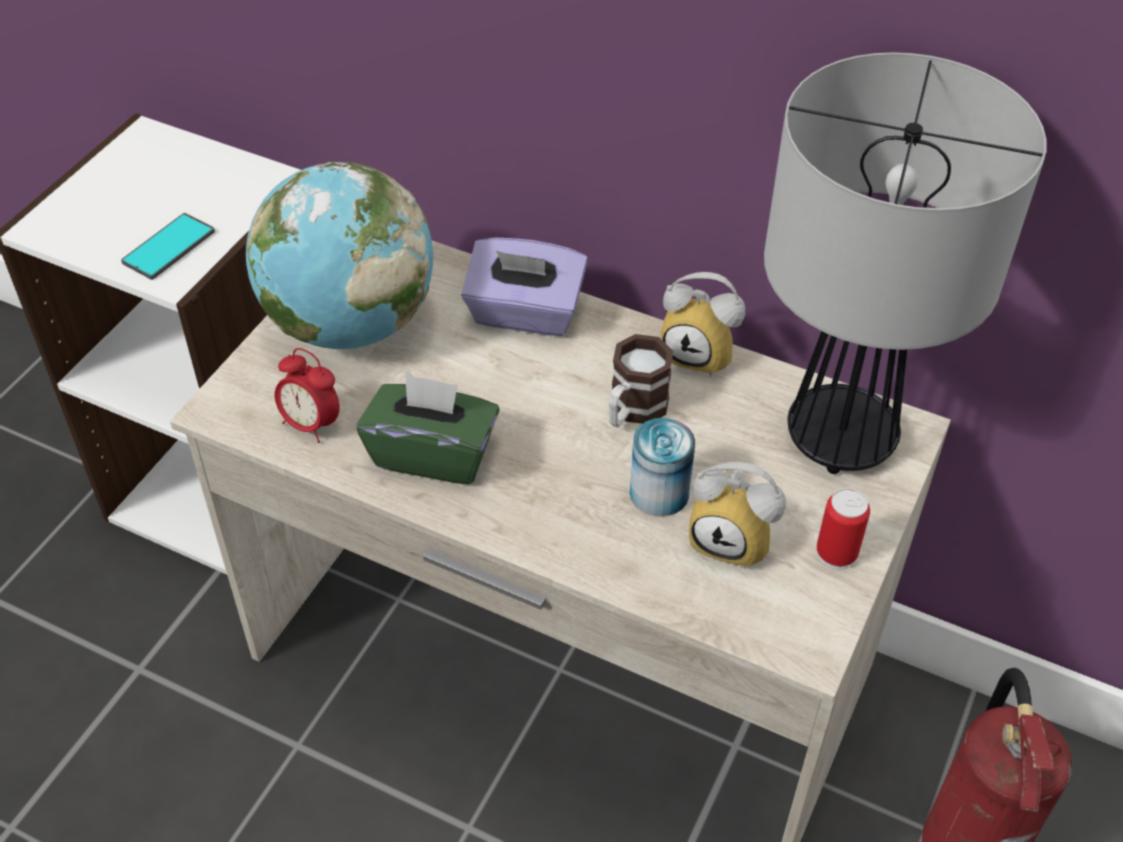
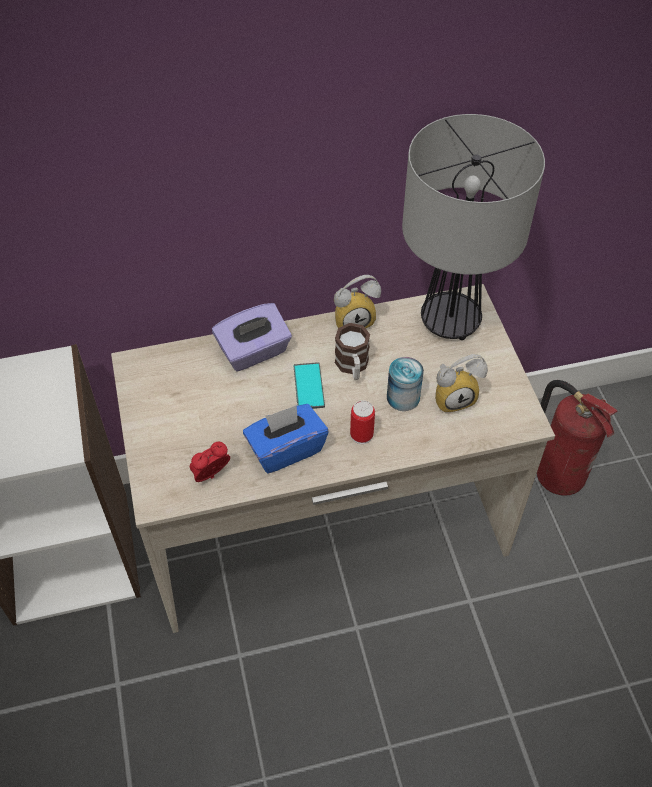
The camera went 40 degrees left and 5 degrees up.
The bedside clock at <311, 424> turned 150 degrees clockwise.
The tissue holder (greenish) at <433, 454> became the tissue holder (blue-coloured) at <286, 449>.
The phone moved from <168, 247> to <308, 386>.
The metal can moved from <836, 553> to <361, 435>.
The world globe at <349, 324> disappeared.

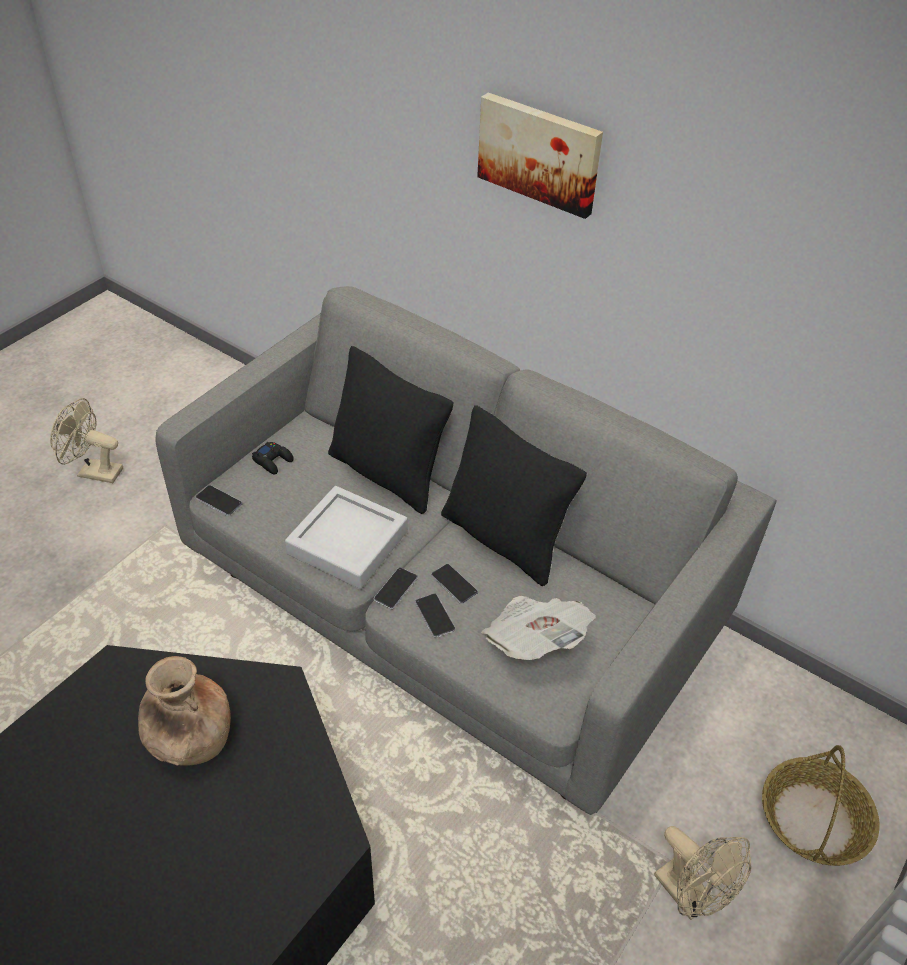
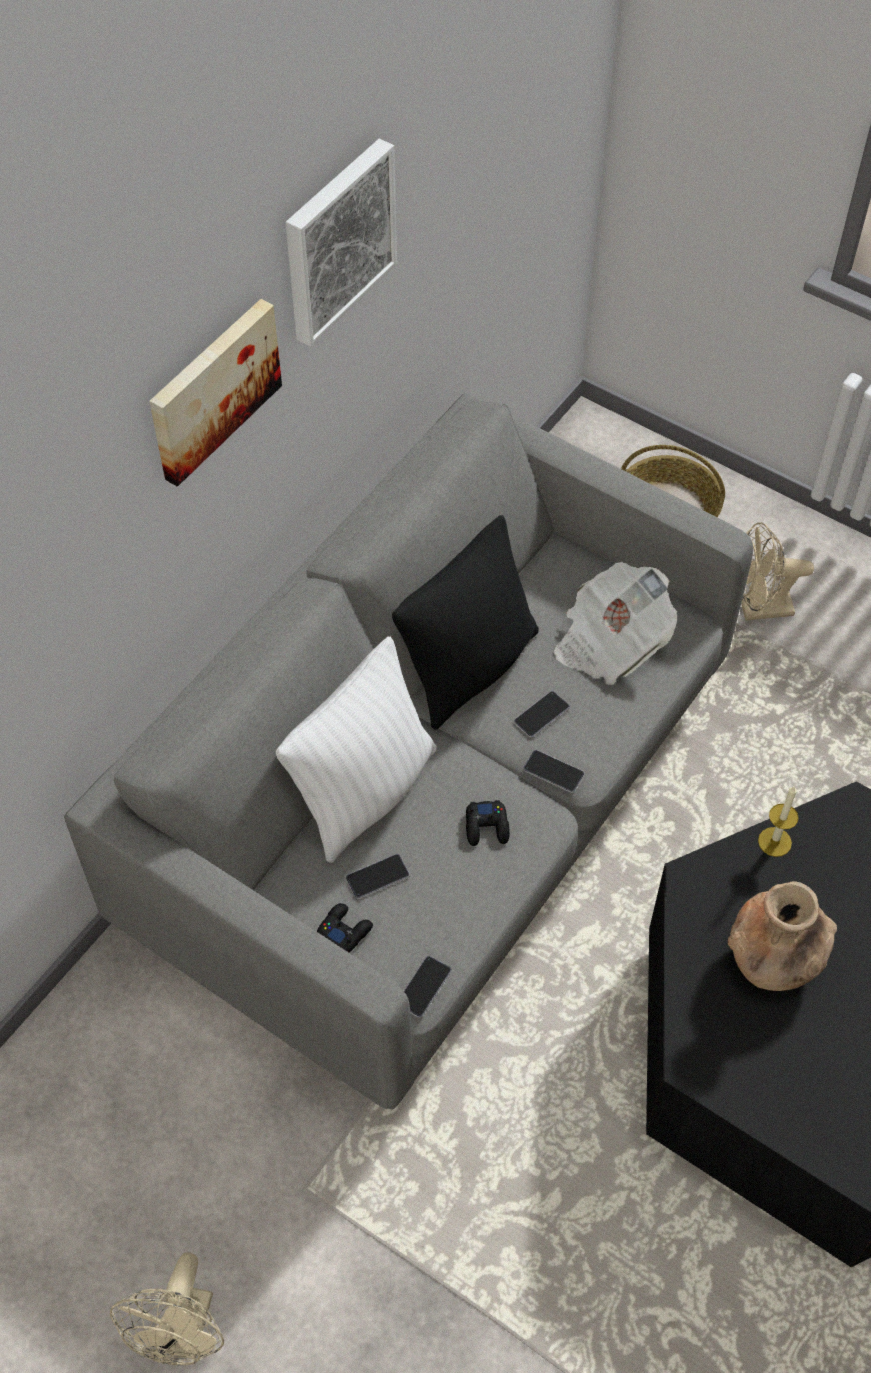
The camera went 90 degrees left and 10 degrees up.
The throw pillow (black-coloured) at <387, 474> became the throw pillow (white) at <365, 792>.
The wall picture at <337, 240> appeared.
The phone moved from <435, 616> to <377, 877>.
The serving tray (greyish) at <348, 542> was replaced by the game controller (black-coloured) at <487, 827>.
The electric fan (beige) at <690, 896> turned 150 degrees counterclockwise.
The wax candle at <774, 842> appeared.

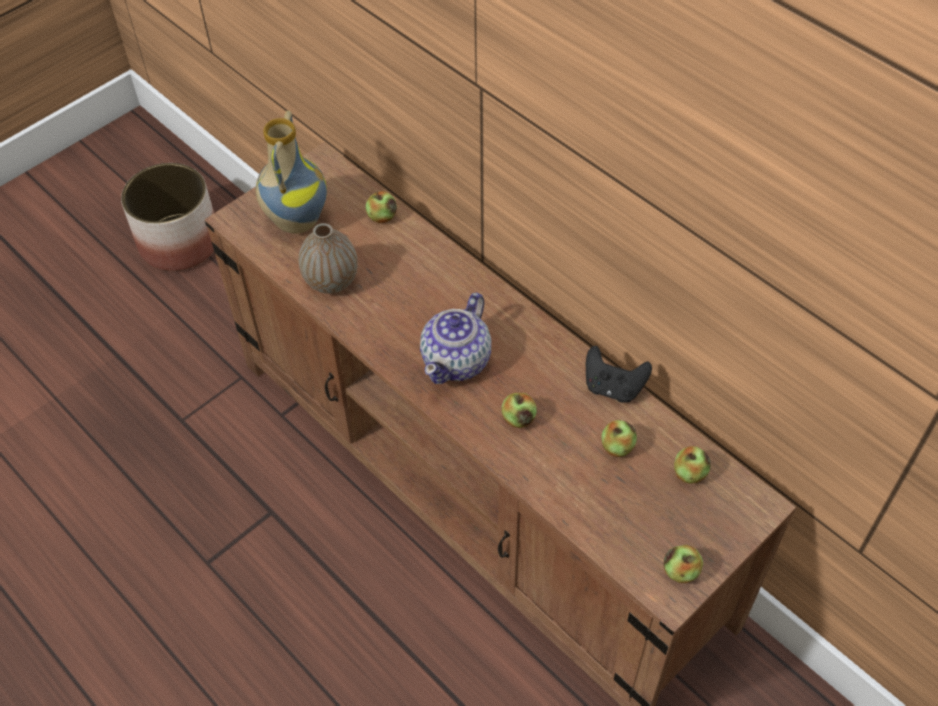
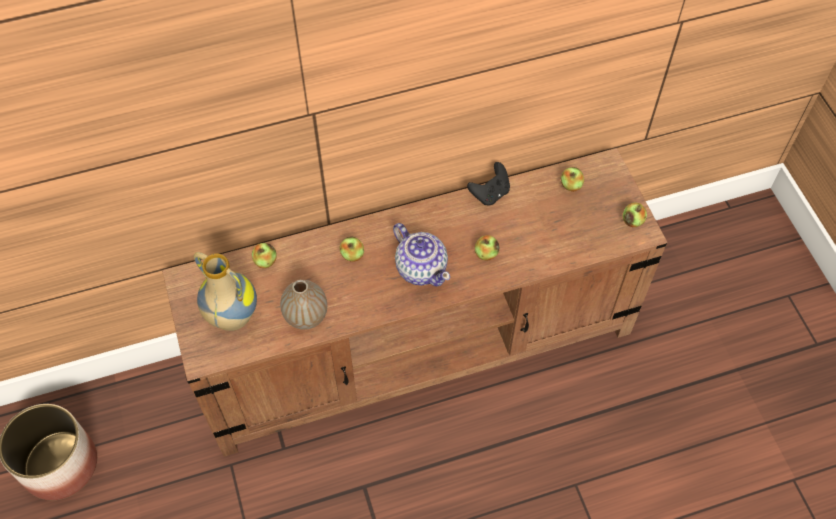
The camera went 65 degrees left and 5 degrees up.
The whole apple moved from <617, 447> to <352, 255>.

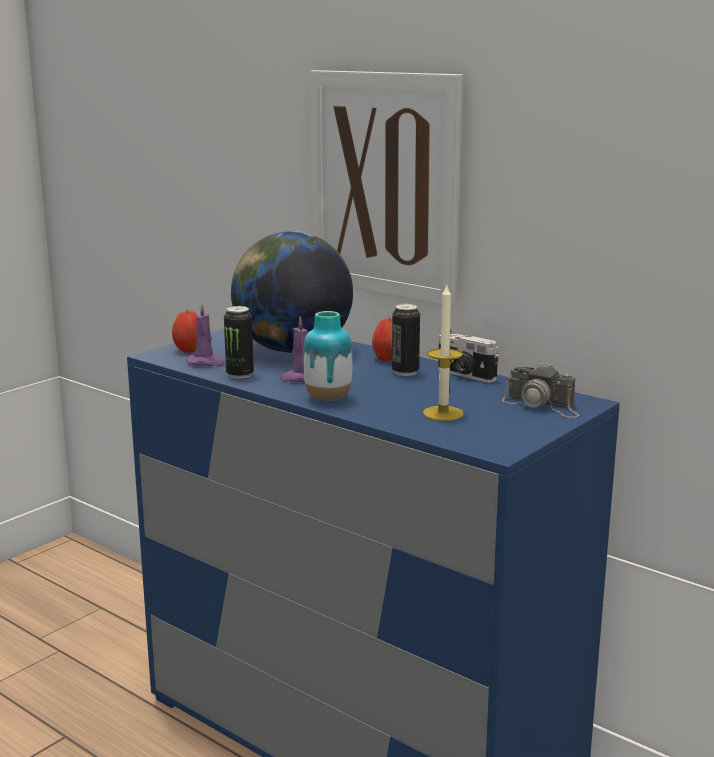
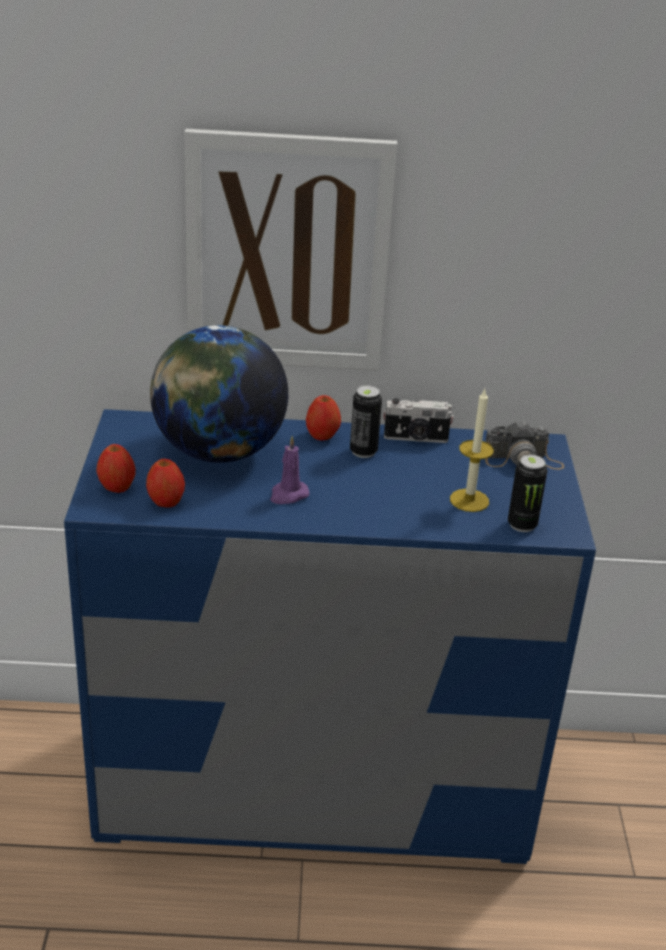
The camera went 40 degrees left and 15 degrees up.
The wax candle (purplish) at <206, 362> was replaced by the whole apple at <165, 502>.
The metal can moved from <240, 375> to <522, 524>.
The flower vase at <328, 398> disappeared.

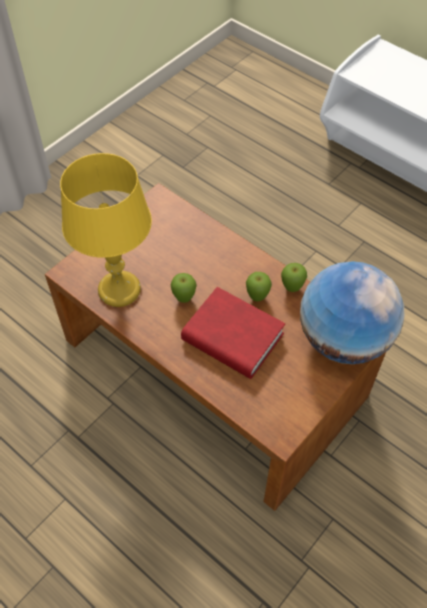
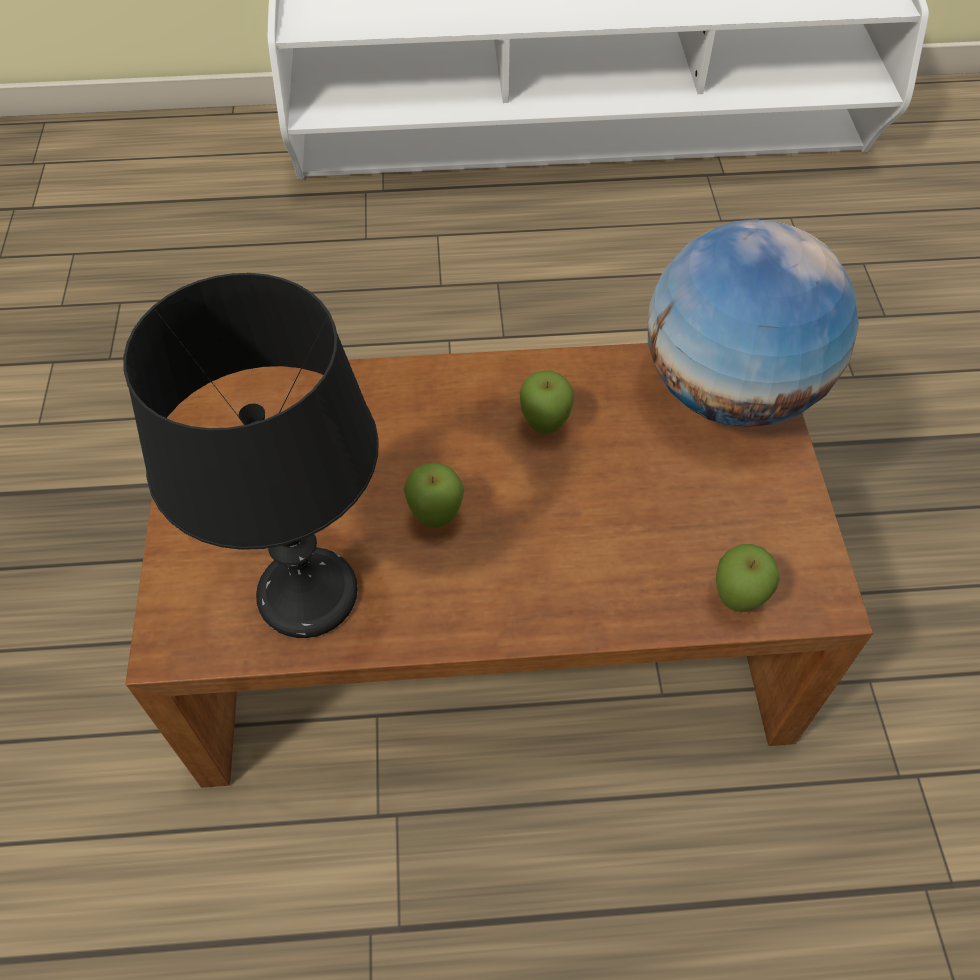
The camera went 45 degrees left and 0 degrees up.
The table lamp (yellowish) at <120, 289> became the table lamp (black-coloured) at <308, 593>.
The whole apple moved from <292, 288> to <736, 601>.
The book (red) at <232, 337> disappeared.

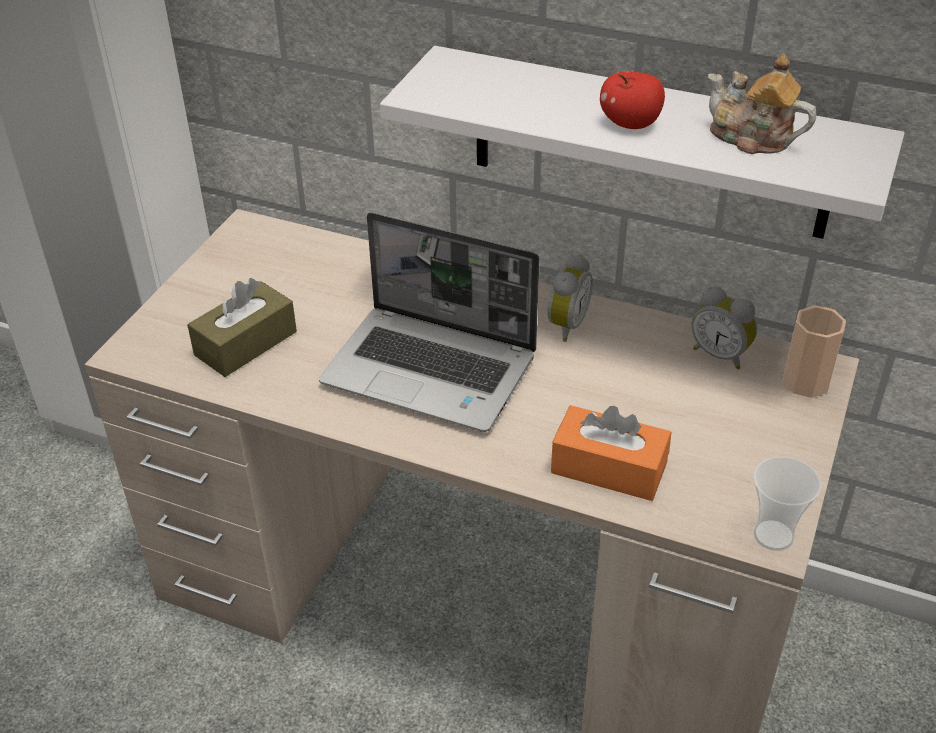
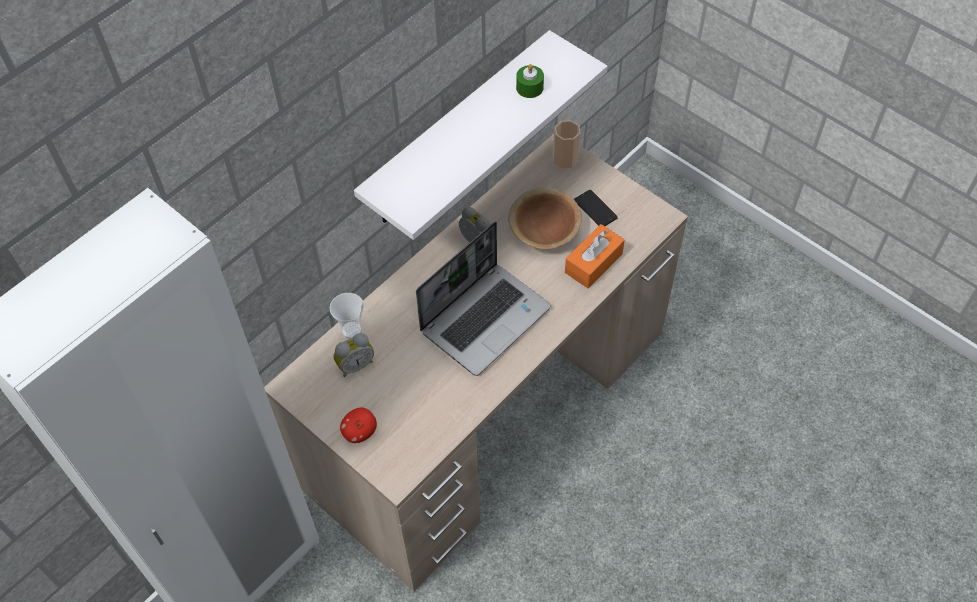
The camera went 70 degrees left and 15 degrees up.
The cup moved from <773, 535> to <351, 330>.
The bedside clock moved from <721, 354> to <355, 364>.
The whole apple moved from <630, 124> to <360, 432>.
The bowl (brownish) at <544, 230> appeared.
The tea pot at <751, 138> was replaced by the wax candle (greenish) at <529, 88>.
The phone at <595, 209> appeared.
The tissue holder (brownish) at <246, 343> disappeared.

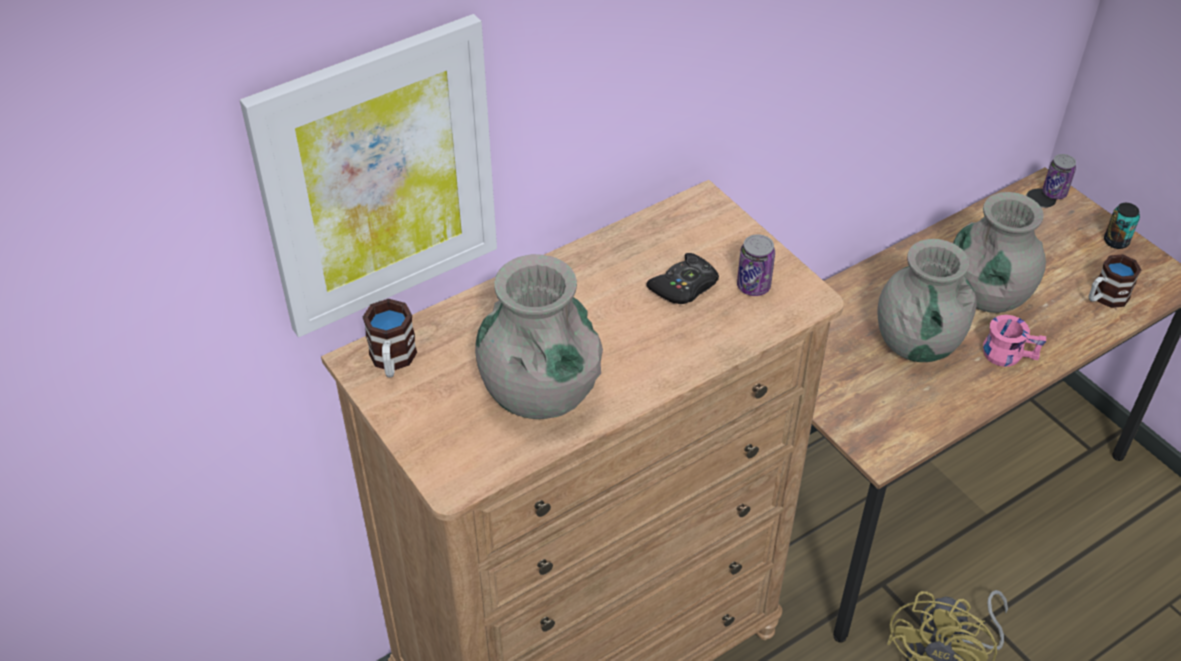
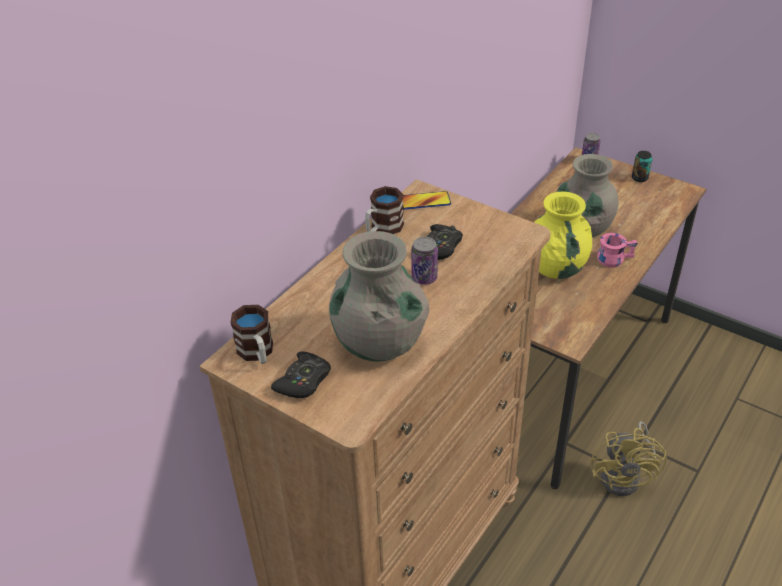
The camera went 20 degrees left and 5 degrees down.
The game controller (black-coloured) at <303, 381> appeared.
The tea mug moved from <1105, 298> to <382, 229>.
The phone at <425, 201> appeared.
The metal can moved from <753, 286> to <424, 278>.
The flower vase (greyish) at <917, 343> became the flower vase (yellowish) at <556, 268>.
The wall picture at <378, 178> disappeared.

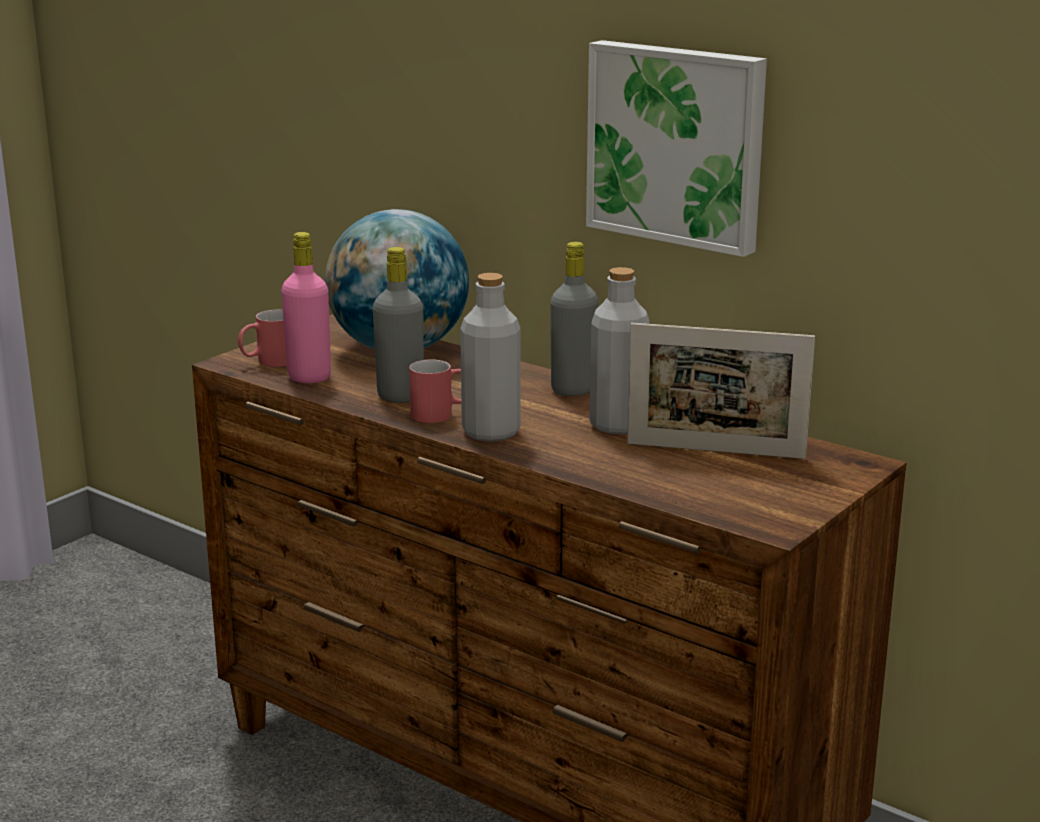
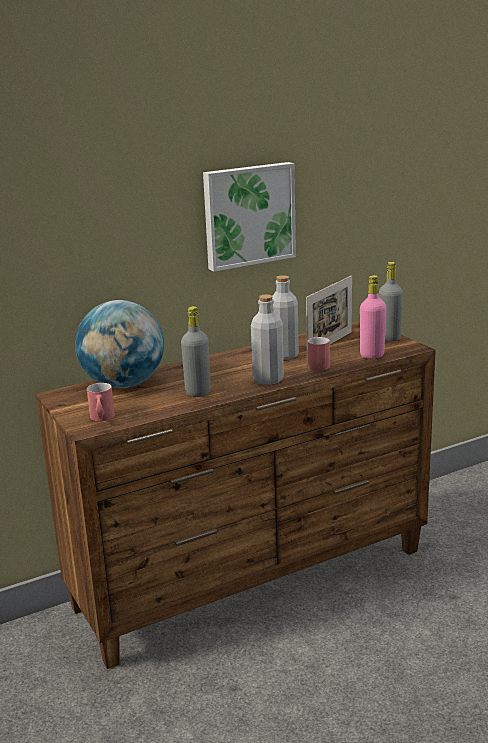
The camera went 65 degrees left and 0 degrees up.
The tea mug (red) moved from <442, 414> to <319, 364>.
The drink bottle (pinkish) moved from <309, 377> to <372, 355>.
The drink bottle (greyish) moved from <573, 390> to <389, 338>.

